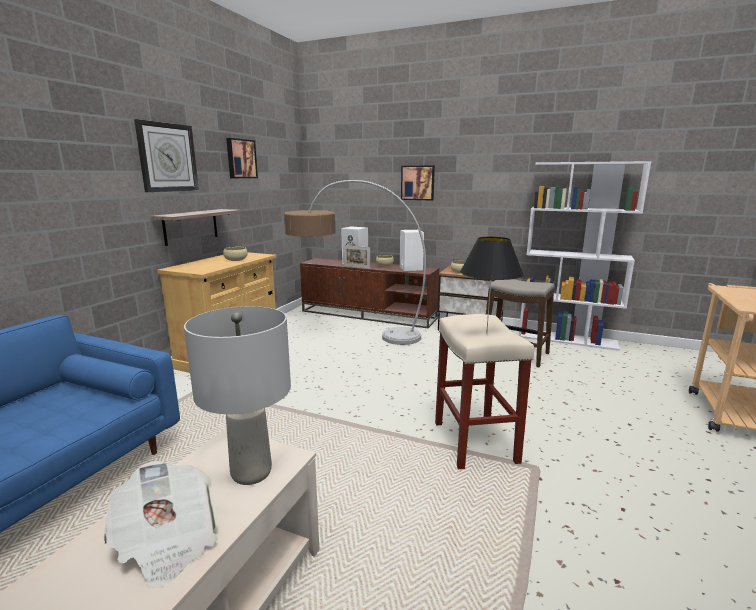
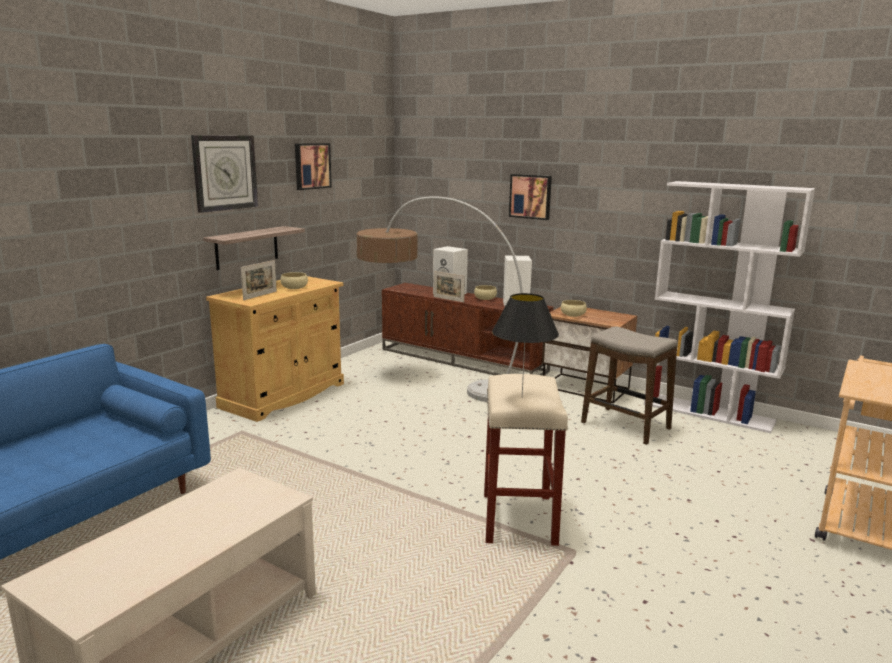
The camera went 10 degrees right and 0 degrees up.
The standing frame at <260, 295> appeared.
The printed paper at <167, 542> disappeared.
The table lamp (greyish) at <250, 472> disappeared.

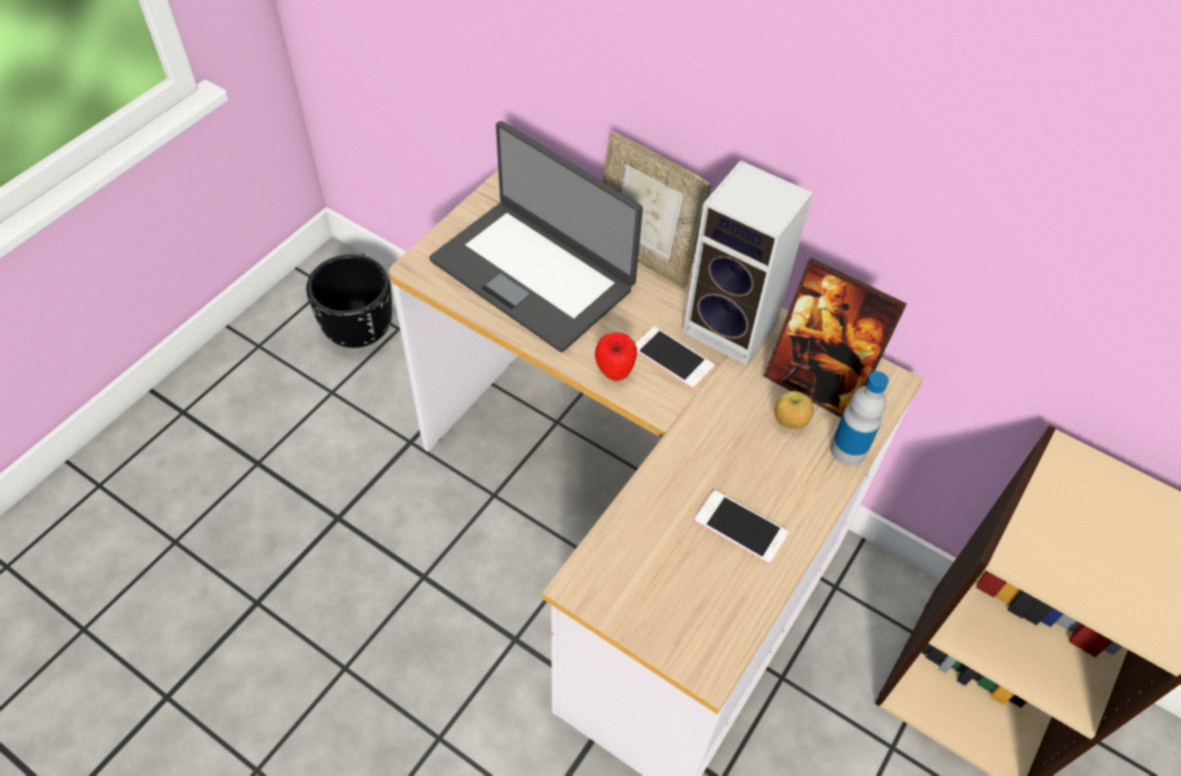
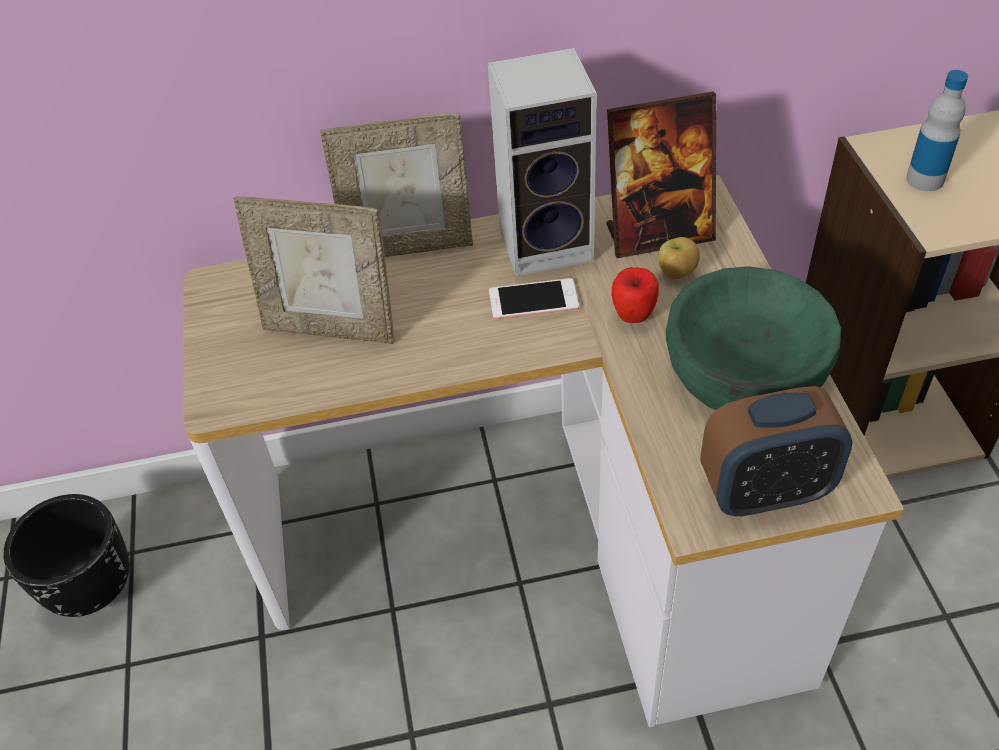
The camera went 40 degrees left and 5 degrees down.
The laptop at <534, 273> was replaced by the standing frame at <331, 328>.
The whole apple moved from <614, 373> to <633, 317>.
The phone at <741, 527> was replaced by the bowl (greenish) at <745, 373>.
The bedside clock at <765, 491> appeared.
The drink bottle moved from <848, 450> to <925, 179>.

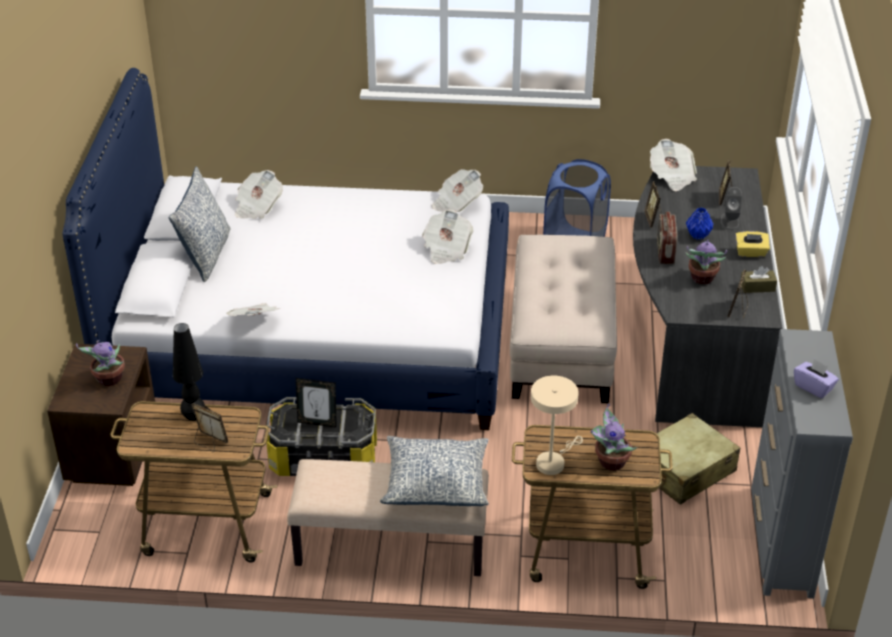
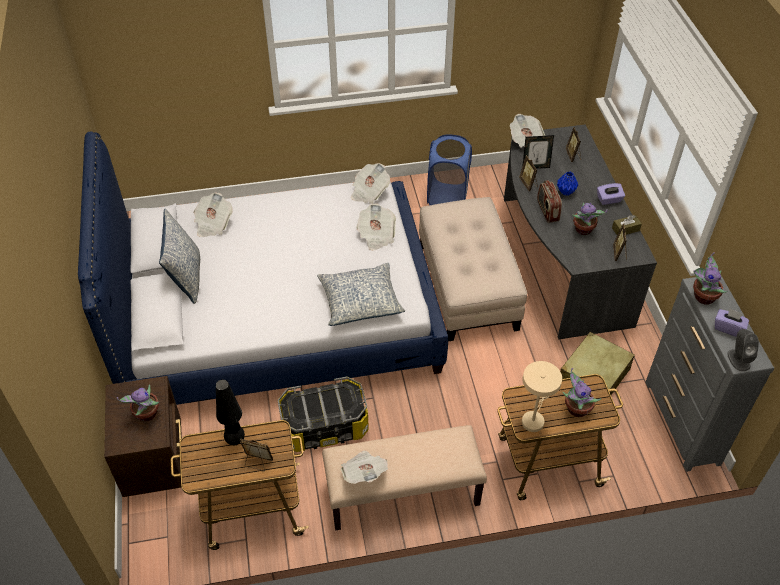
The camera went 15 degrees left and 10 degrees up.
The throw pillow moved from <436, 482> to <360, 301>.
The printed paper moved from <255, 321> to <364, 473>.
The standing frame moved from <317, 422> to <535, 167>.
The tissue holder (yellowish) at <750, 253> became the tissue holder (purplish) at <609, 200>.
The plant in a pot at <703, 296> appeared.
The loudspeaker (greyish) moved from <729, 221> to <738, 359>.

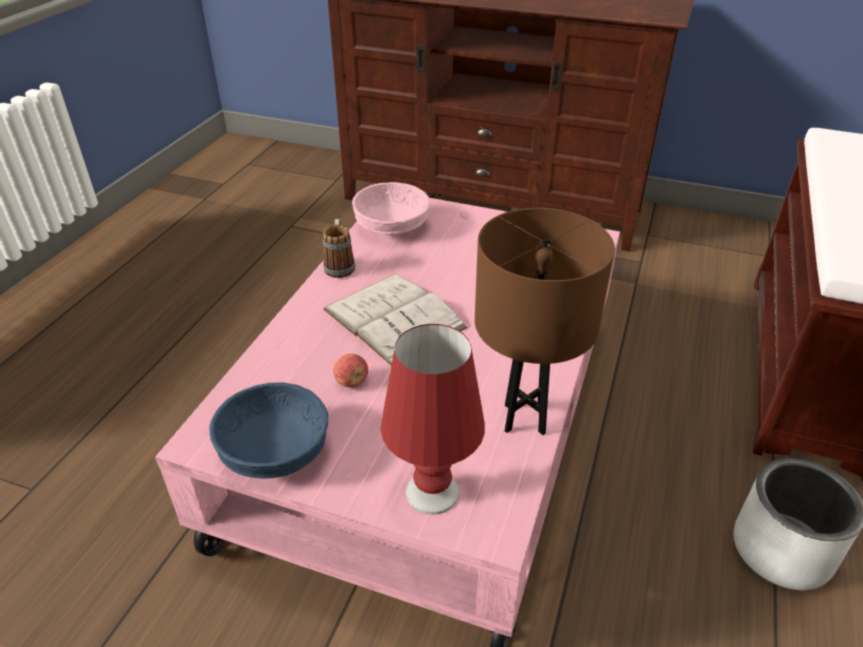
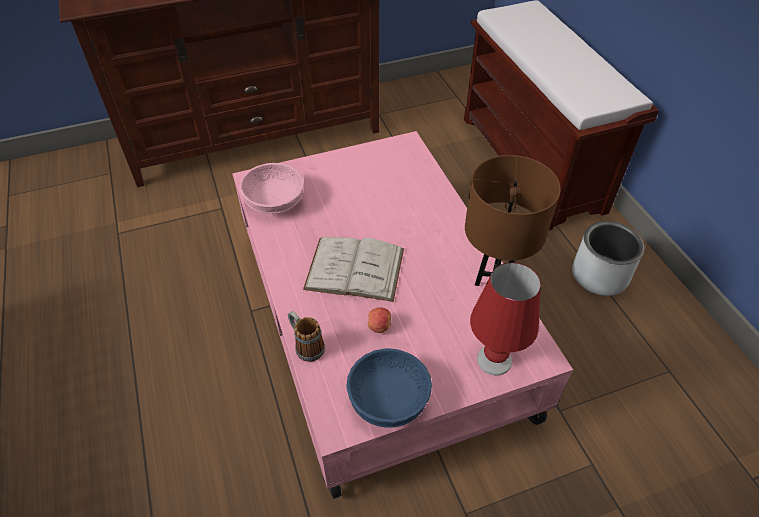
The camera went 40 degrees left and 10 degrees up.
The tea mug moved from <340, 265> to <306, 345>.

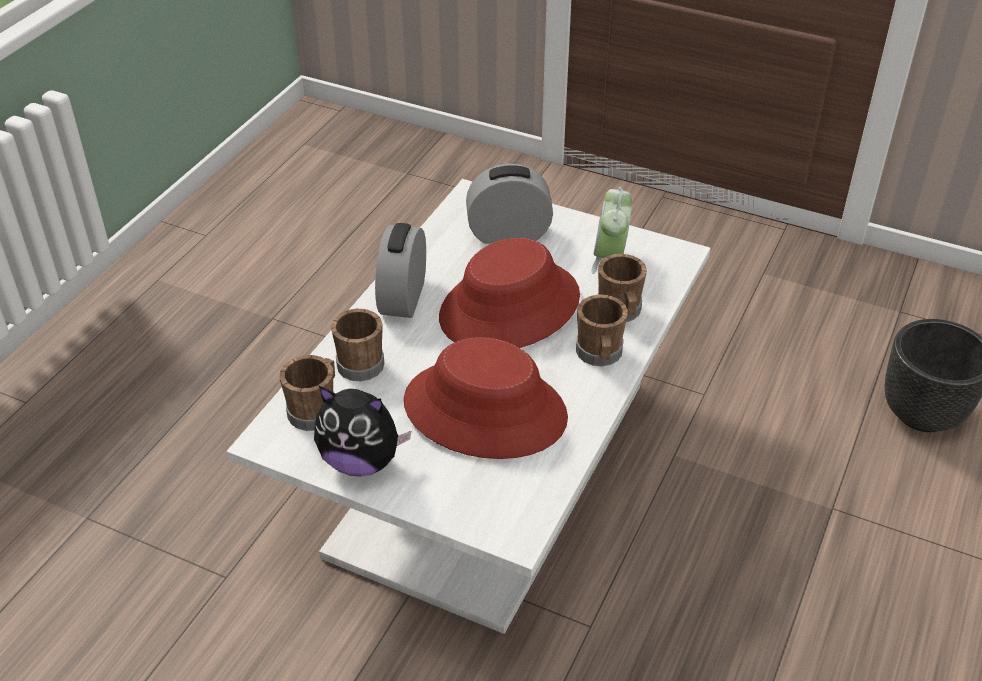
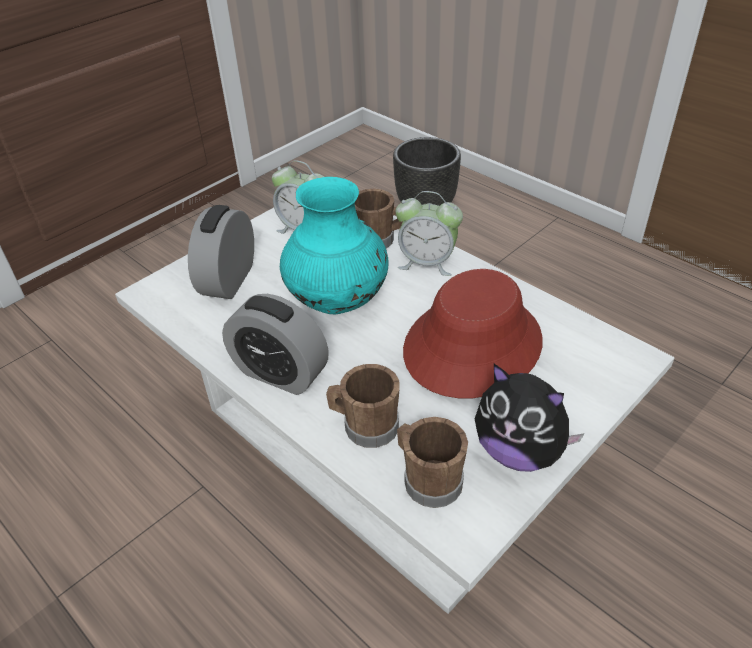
The camera went 70 degrees left and 0 degrees up.
The wearable hat (red) at <510, 308> was replaced by the flower vase (turquoise) at <338, 301>.
The tea mug (brownish) at <599, 355> was replaced by the bedside clock at <427, 263>.
The soft toy at <361, 461> turned 90 degrees clockwise.

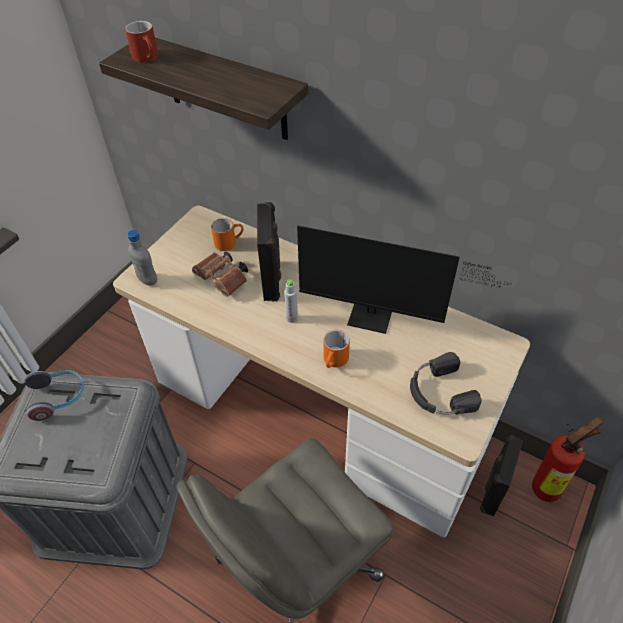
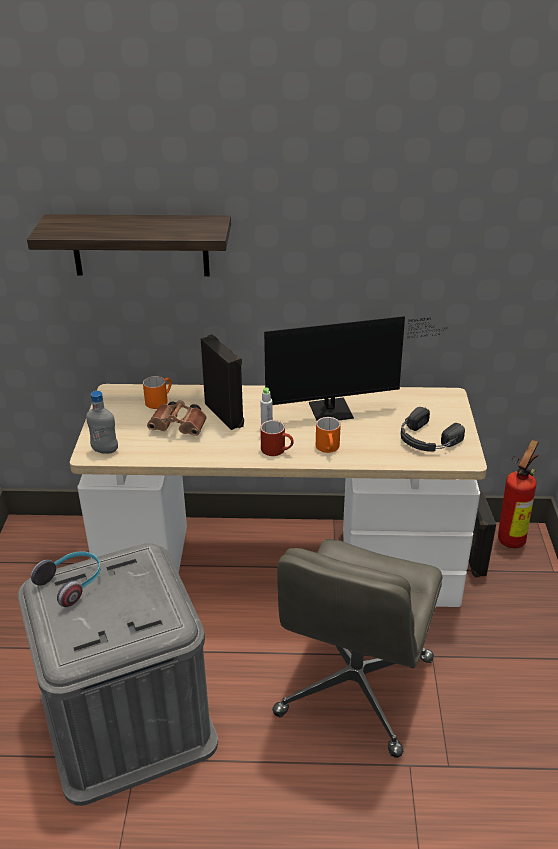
The camera went 30 degrees left and 15 degrees down.
The tea mug (red) moved from <148, 58> to <277, 450>.

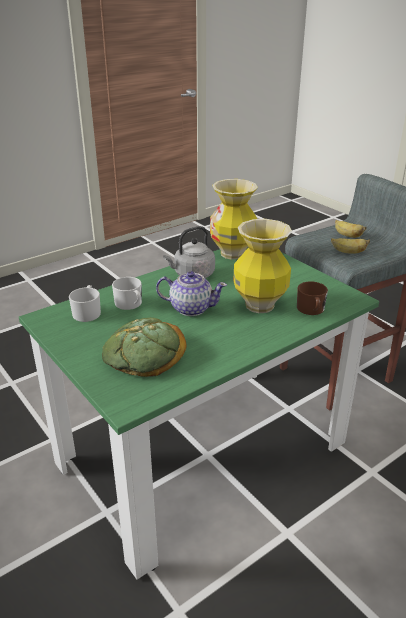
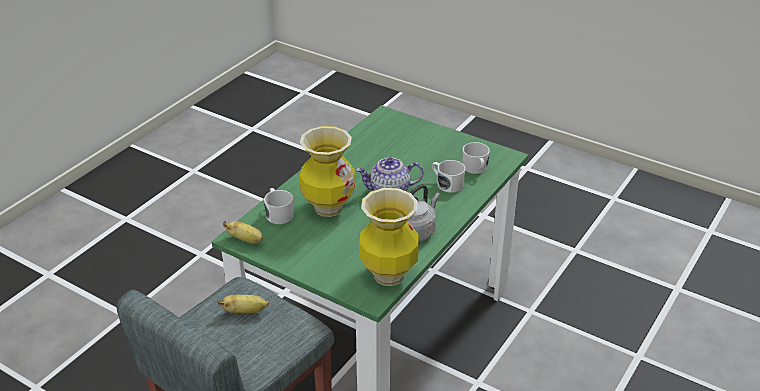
The camera went 160 degrees right and 5 degrees up.
The banana moved from <347, 235> to <246, 240>.
The tea mug (brownish) at <311, 310> became the tea mug (white) at <278, 214>.
The bakery bread at <144, 353> disappeared.

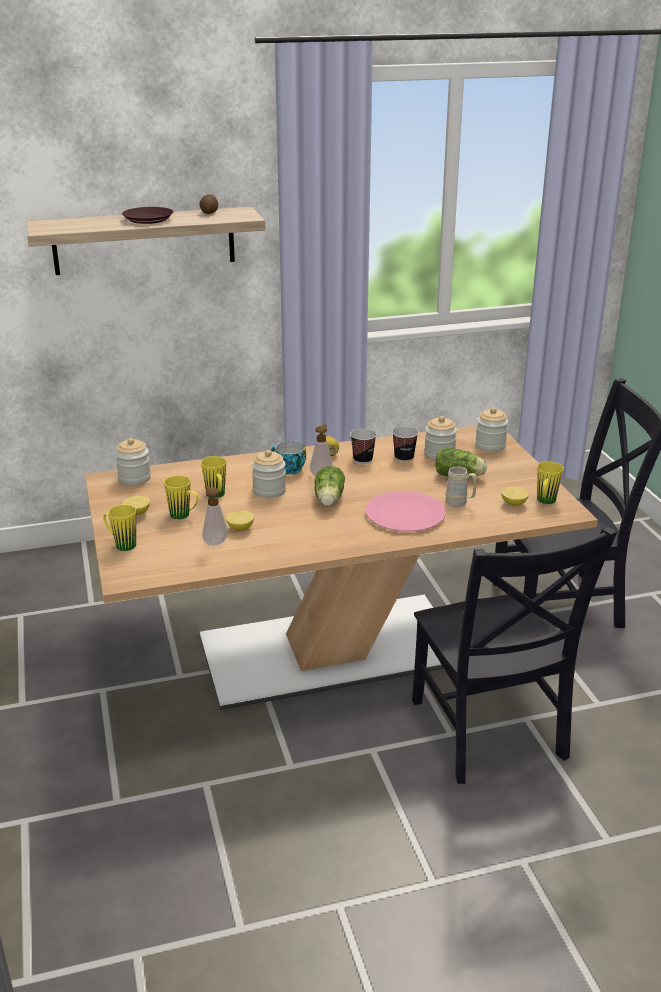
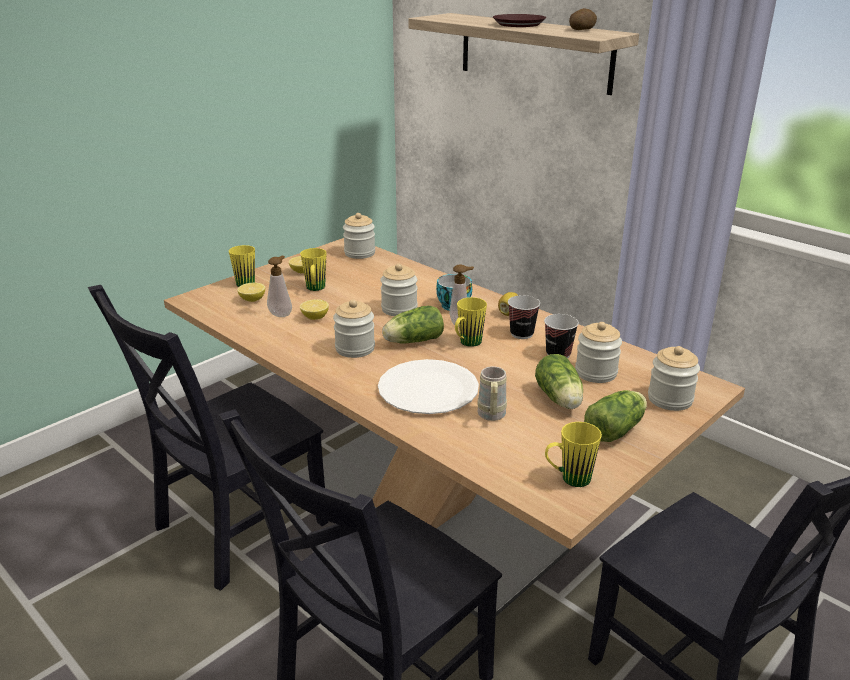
The camera went 60 degrees right and 0 degrees up.
The plain chair (black-coloured) at <235, 528> appeared.
The lemon moved from <514, 504> to <252, 300>.
The jar at <355, 348> appeared.
The plate (pinkish) at <405, 514> became the plate (white) at <427, 389>.
The tea mug (yellowish) moved from <217, 496> to <467, 344>.
The lettuce at <617, 429> appeared.

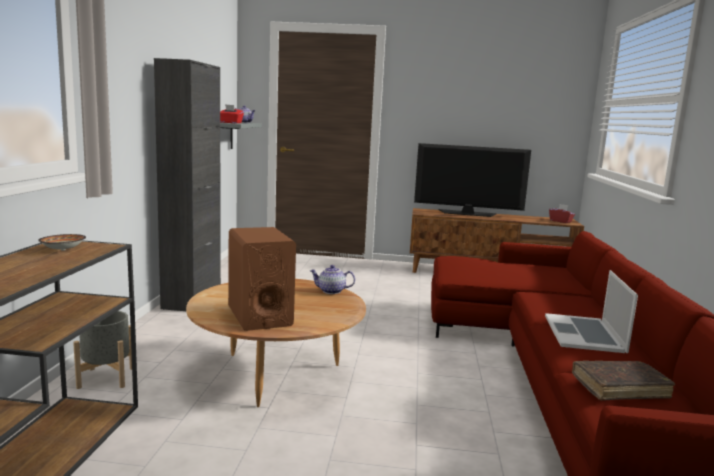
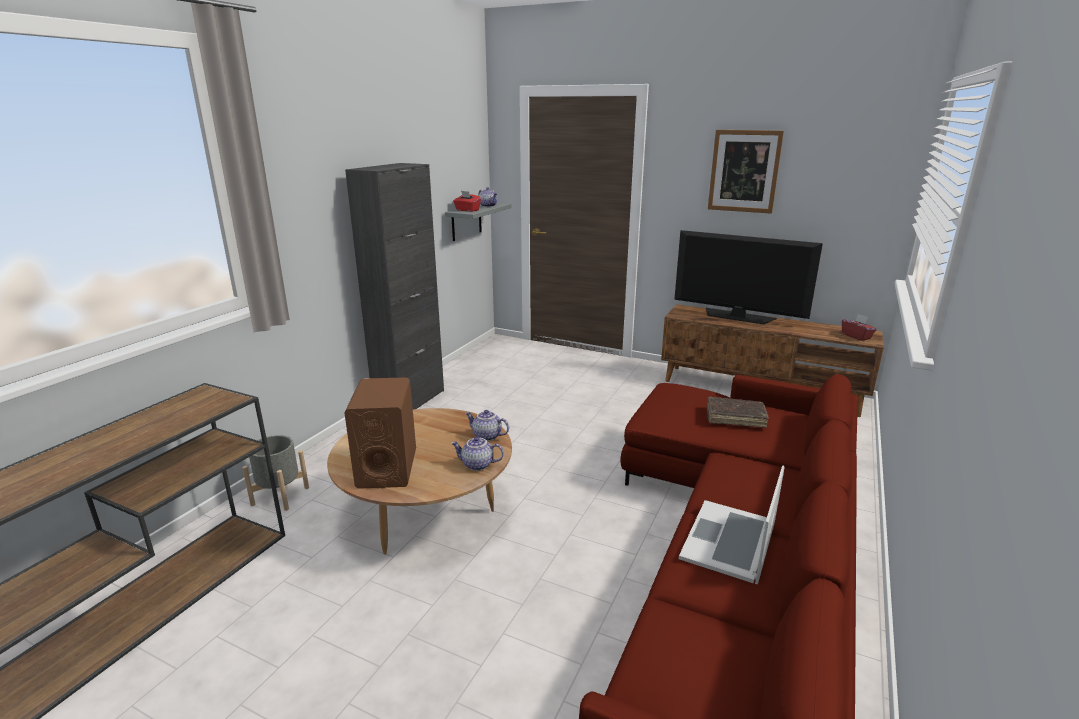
The camera went 20 degrees right and 10 degrees up.
The tea pot at <477, 465> appeared.
The book (brownish) moved from <619, 388> to <735, 418>.
The wall picture at <744, 171> appeared.
The bowl at <62, 250> disappeared.

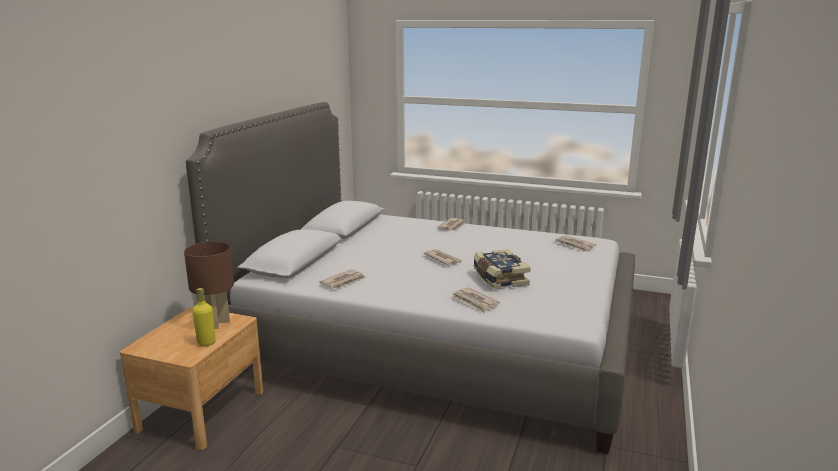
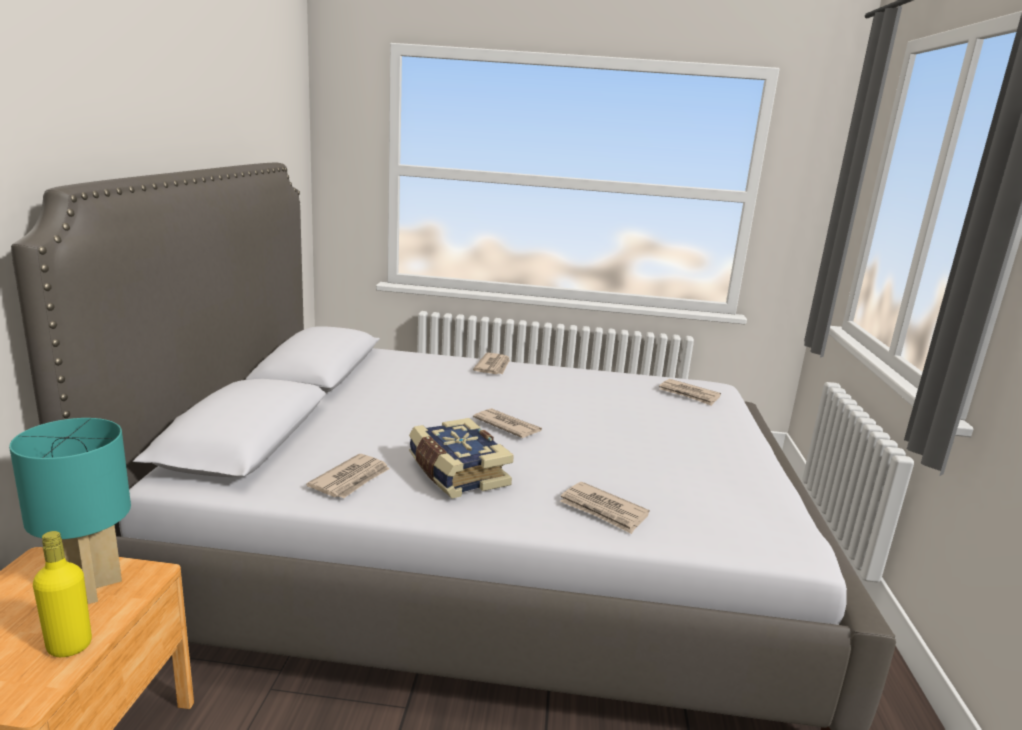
The camera went 15 degrees left and 0 degrees up.
The table lamp (brownish) at <215, 323> became the table lamp (turquoise) at <88, 588>.
The book moved from <499, 278> to <456, 473>.

